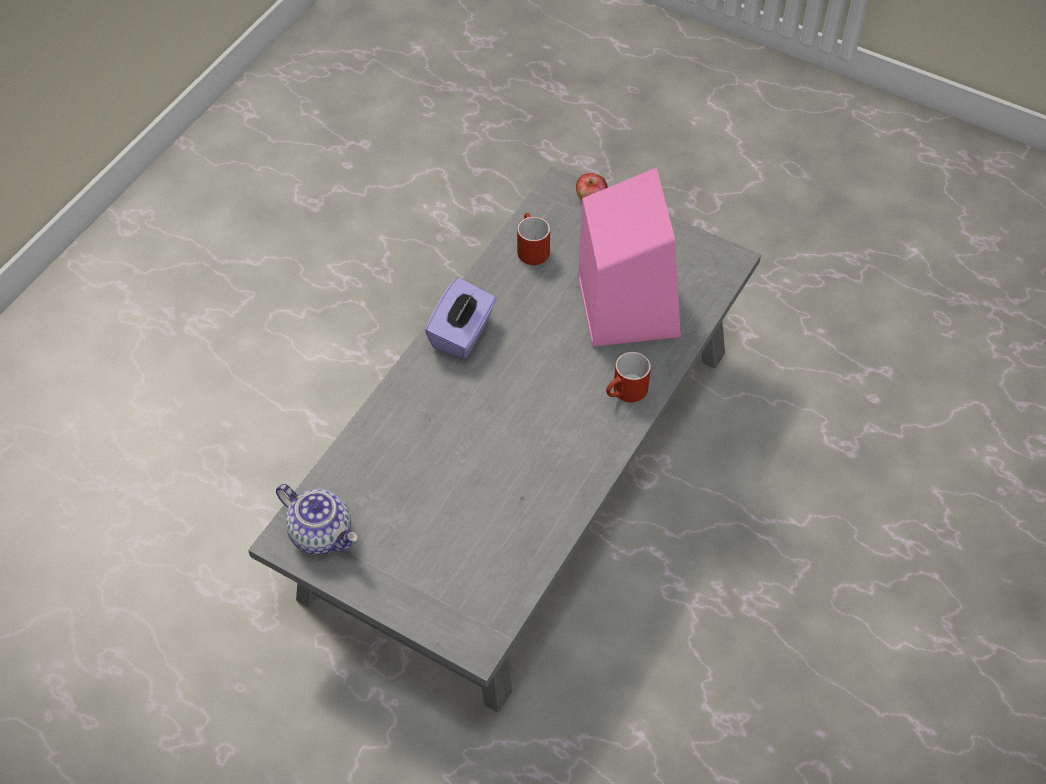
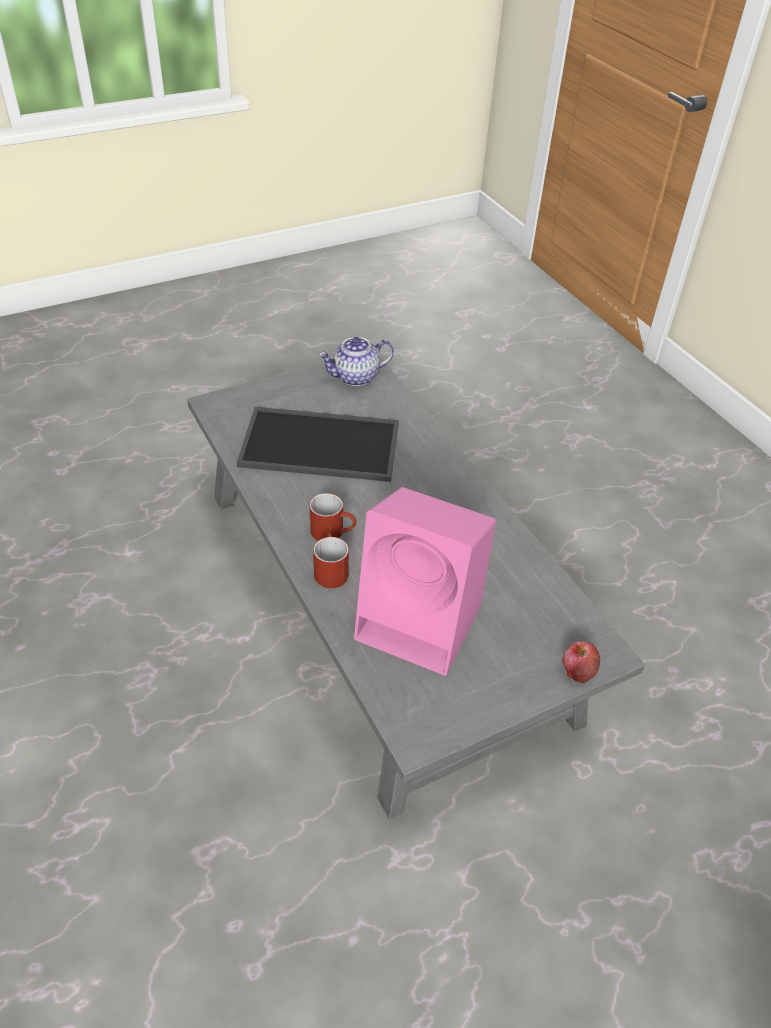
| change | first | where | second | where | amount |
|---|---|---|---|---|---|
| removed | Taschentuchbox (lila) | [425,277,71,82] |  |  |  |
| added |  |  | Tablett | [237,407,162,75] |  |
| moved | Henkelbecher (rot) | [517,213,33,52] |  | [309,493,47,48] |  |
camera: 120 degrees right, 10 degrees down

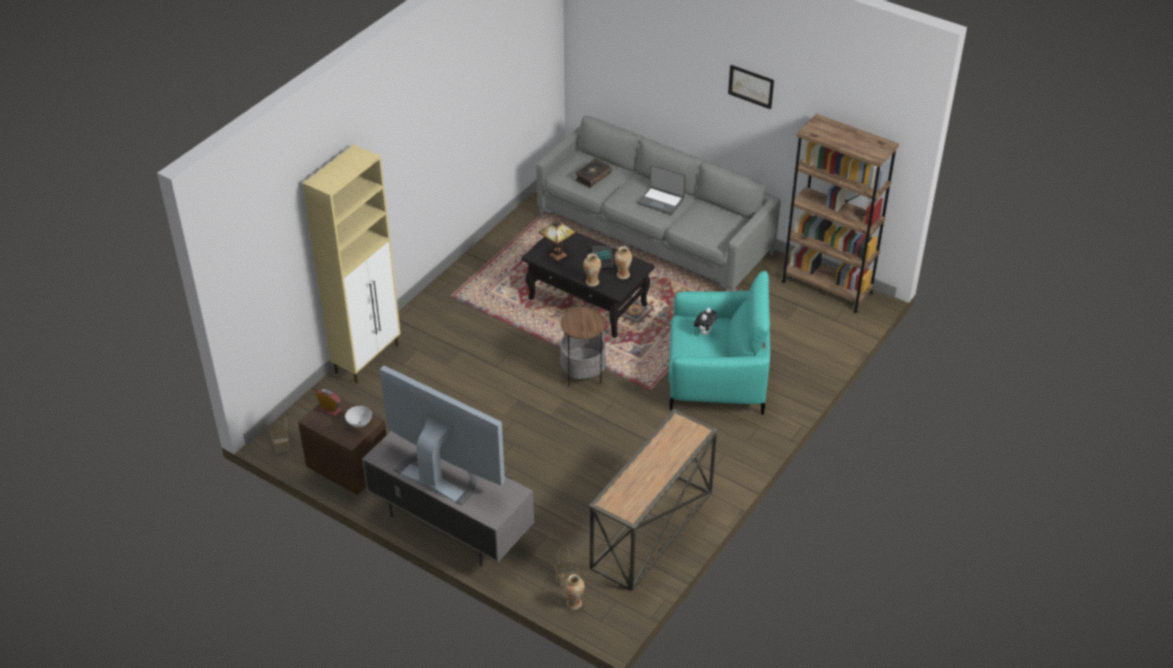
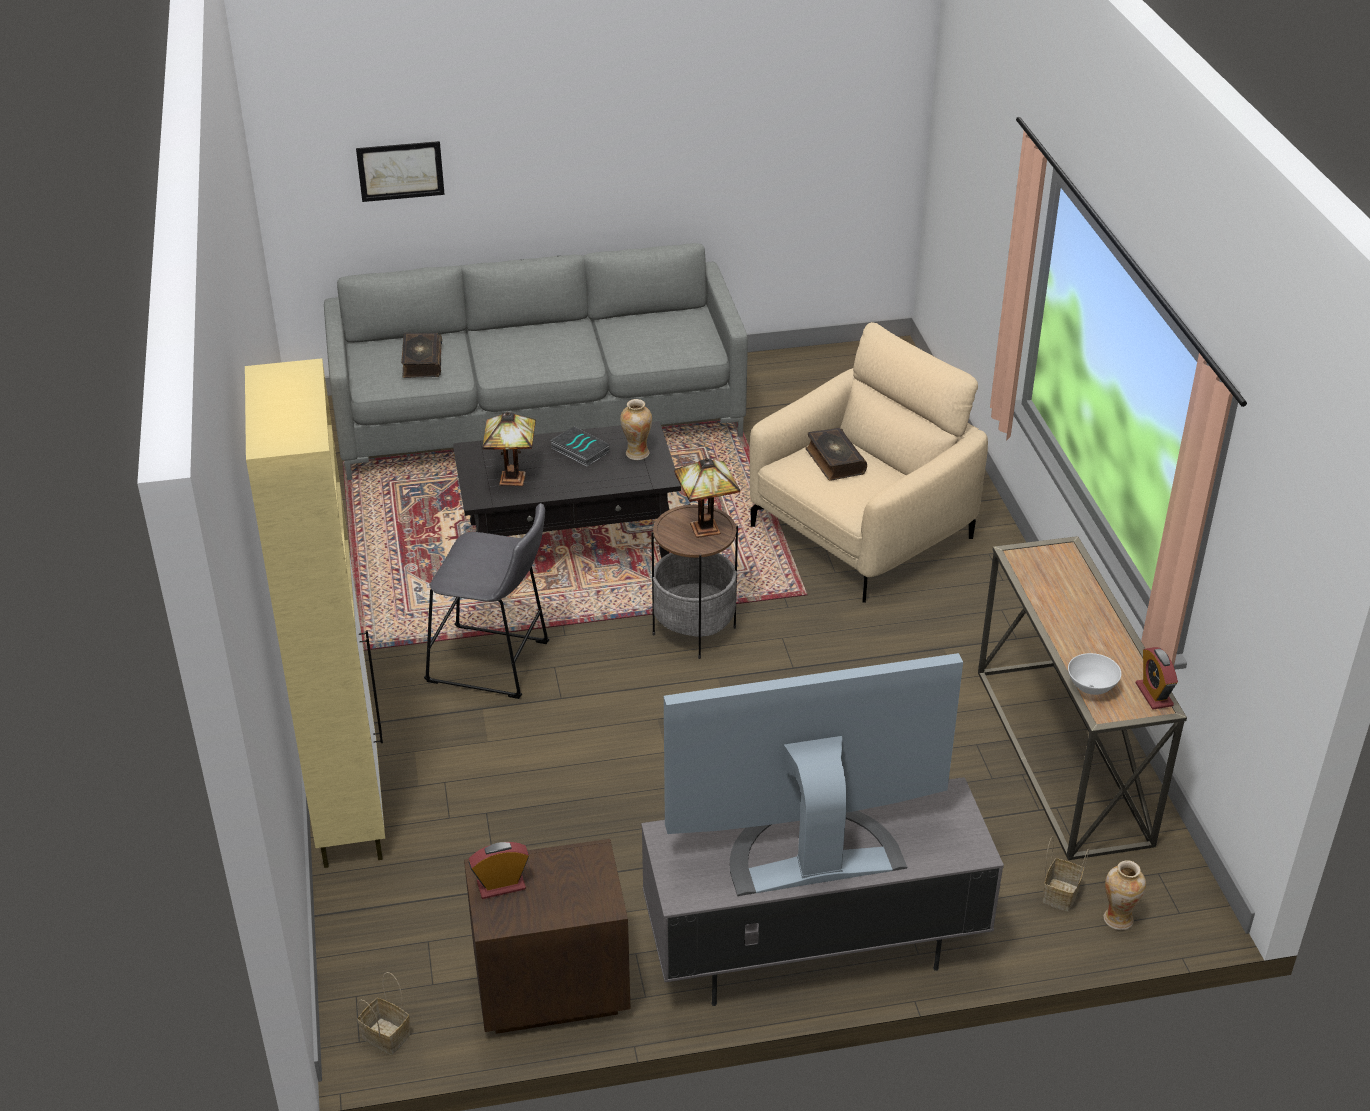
| change | first | where | second | where | amount |
|---|---|---|---|---|---|
| removed | Vase | [583,253,18,34] |  |  |  |
| removed | Laptop | [638,164,48,51] |  |  |  |
| removed | Bücherregal (braun) | [781,114,118,199] |  |  |  |
| added |  |  | Hocker (grau) | [424,503,125,196] |  |
| added |  |  | Tischlampe | [674,458,66,80] |  |
| added |  |  | Wecker | [1136,647,42,62] |  |
| moved | Schüssel (weiß) | [345,406,27,22] |  | [1068,653,53,42] |  |
| moved | Bild | [728,65,46,44] |  | [356,141,89,61] |  |
| replaced | Plüschtier | [694,308,23,27] | Buch | [806,428,61,53] |  |
| recoloured | Sessel (türkis) | [669,271,101,144] | Sessel (beige) | [750,322,238,281] |  |
camera: 45 degrees left, 5 degrees down

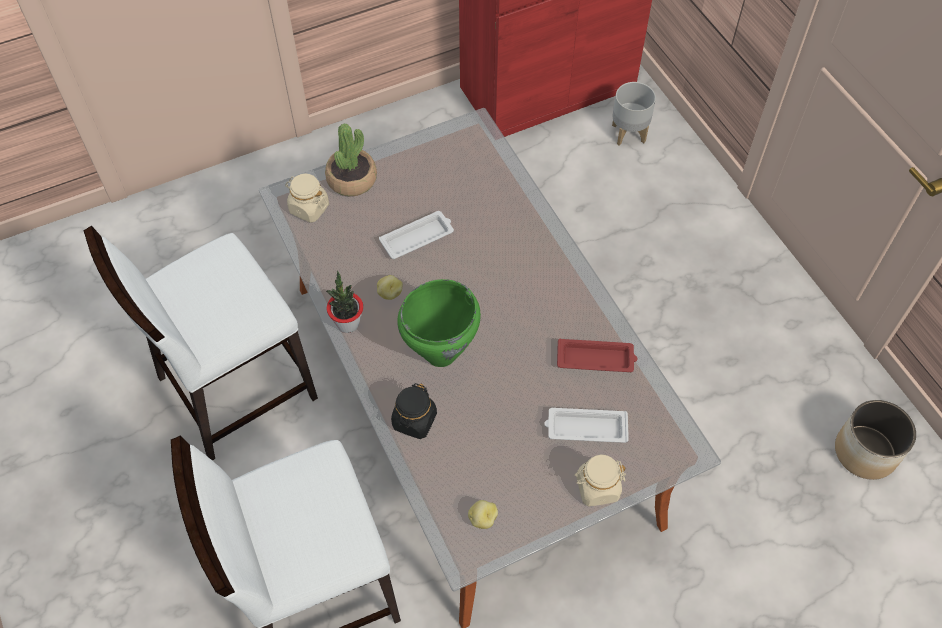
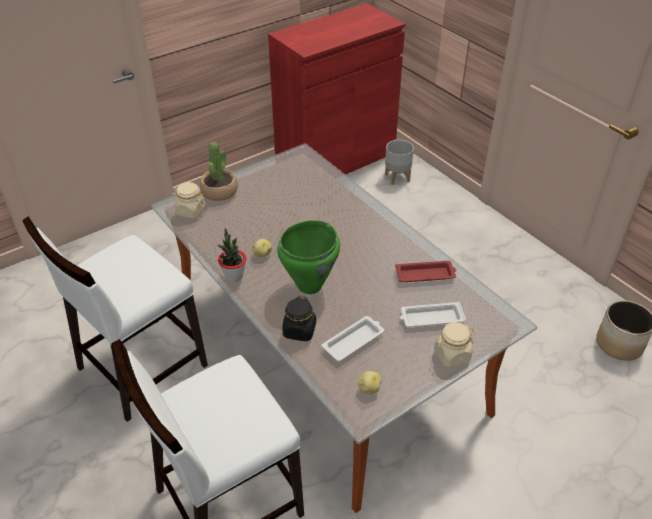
| change | first | where | second | where | amount |
|---|---|---|---|---|---|
| moved | Tablett (weiß) | [379,211,75,48] |  | [321,316,64,46] |  |
camera: 10 degrees left, 15 degrees down

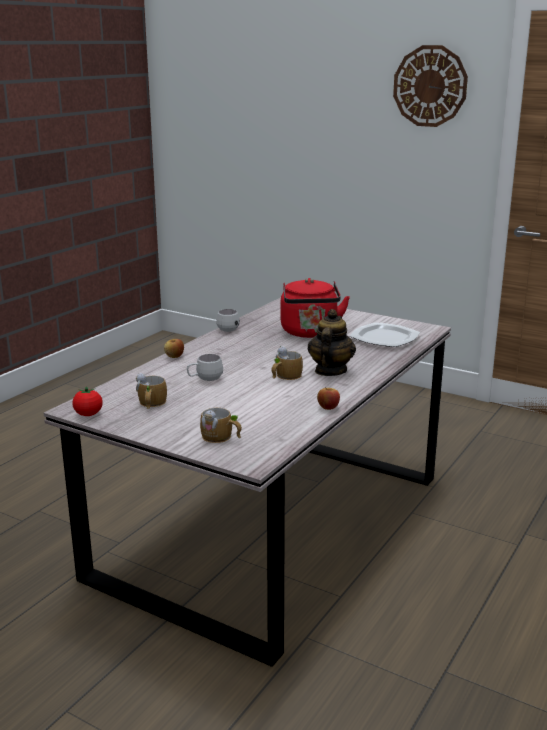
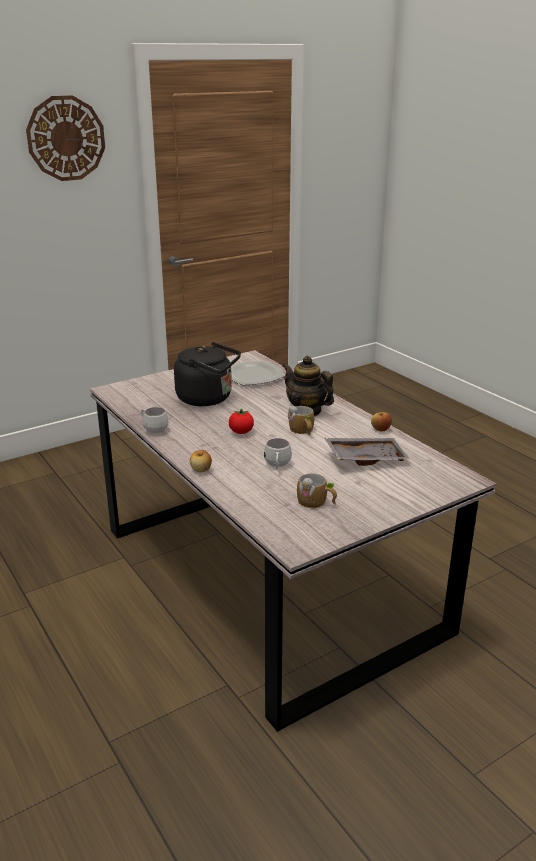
| change | first | where | second | where | amount |
|---|---|---|---|---|---|
| removed | Henkelbecher | [200,408,42,35] |  |  |  |
| added |  |  | Tablett (grau) | [325,438,86,28] |  |
| moved | Tomate | [72,386,31,30] |  | [229,408,25,26] |  |
| recoloured | Wasserkessel (rot) | [280,278,70,60] | Wasserkessel (schwarz) | [174,342,67,64] |  |
camera: 65 degrees left, 5 degrees up

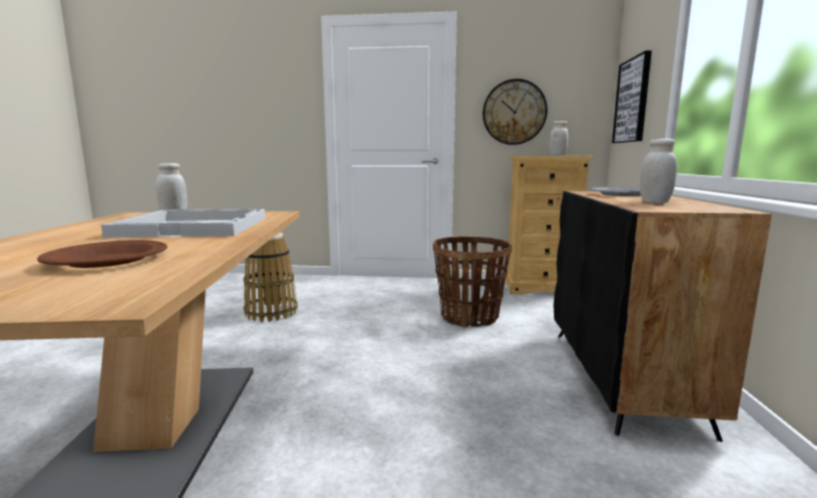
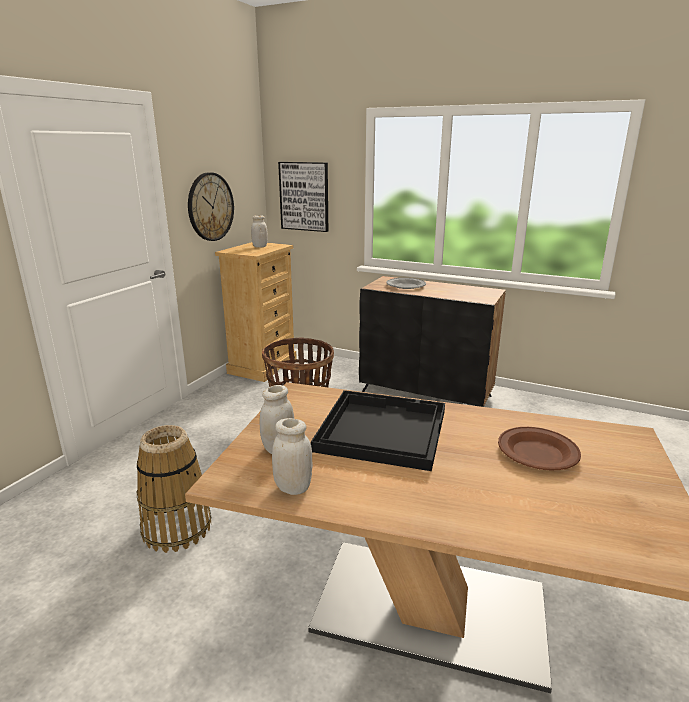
| change | first | where | second | where | amount |
|---|---|---|---|---|---|
| moved | Vorratsglas (weiß) | [640,139,37,64] |  | [272,418,41,77] |  |
| recoloured | Tablett (weiß) | [101,209,164,29] | Tablett (schwarz) | [311,390,134,81] |  |
camera: 70 degrees left, 10 degrees up

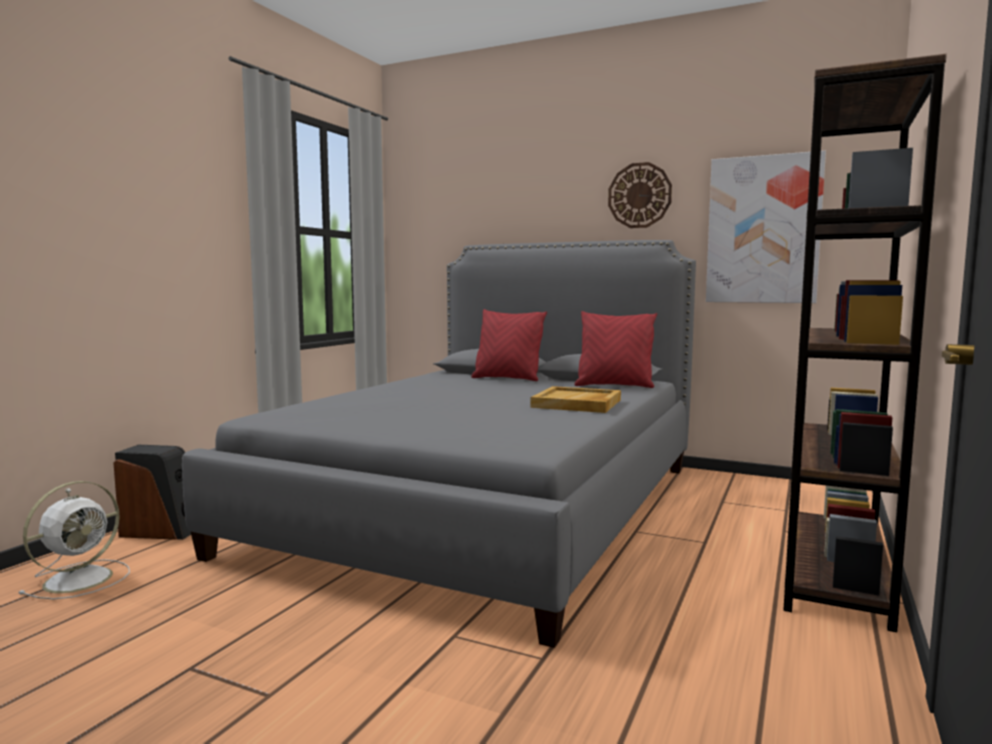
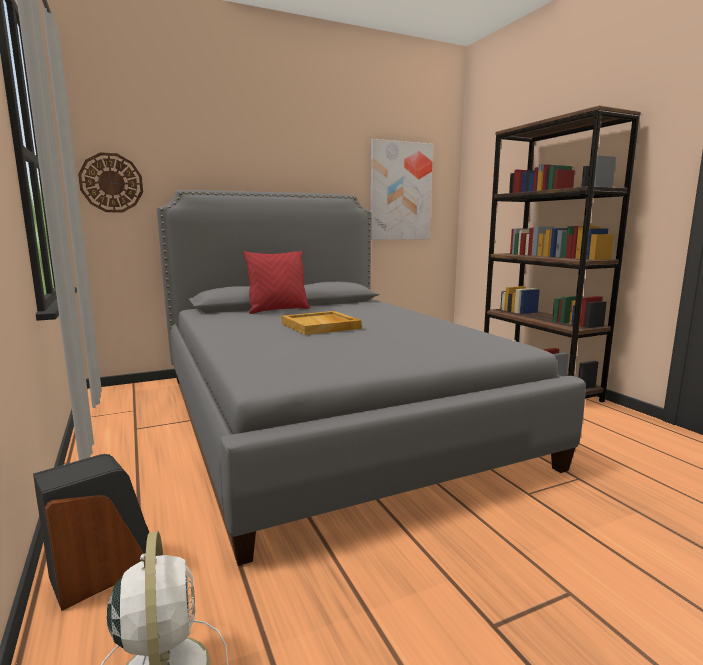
| change | first | where | second | where | amount |
|---|---|---|---|---|---|
| removed | Kissen (rot) | [574,311,83,77] |  |  |  |
| moved | Tablett (beige) | [530,386,91,27] |  | [281,311,81,24] |  |
| moved | Wanduhr | [608,162,64,66] |  | [78,152,65,60] |  |
camera: 50 degrees left, 5 degrees up

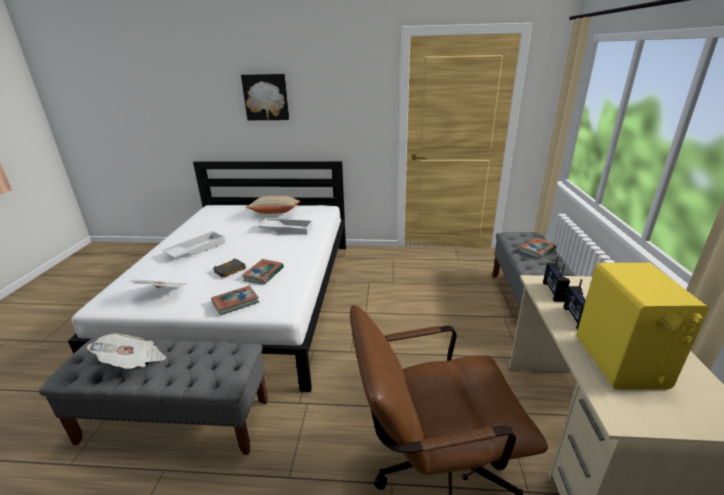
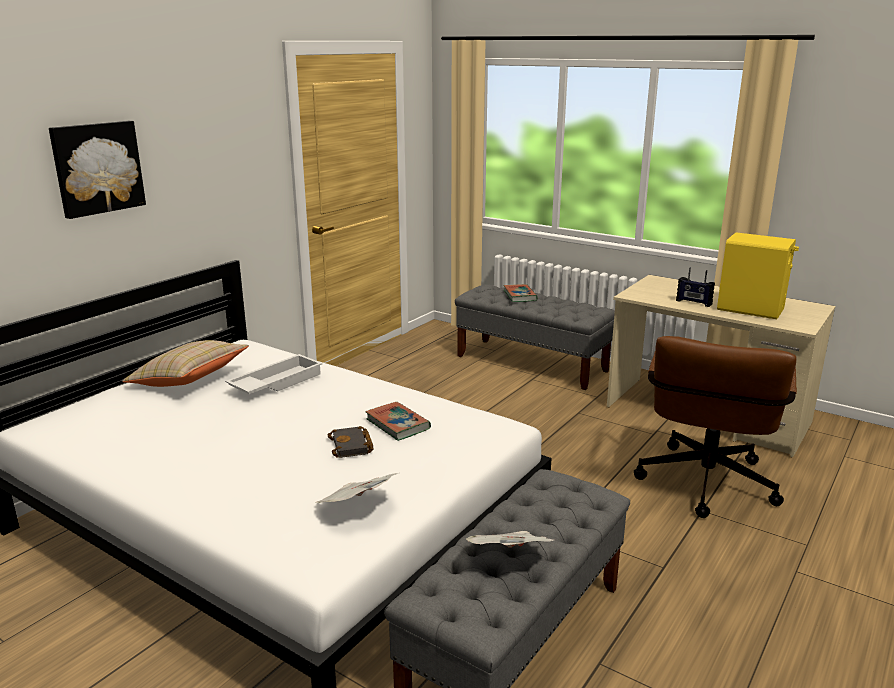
| change | first | where | second | where | amount |
|---|---|---|---|---|---|
| removed | Tablett (weiß) | [162,231,64,27] |  |  |  |
| removed | Buch | [211,286,48,29] |  |  |  |
| removed | Radio | [543,256,27,46] |  |  |  |
camera: 60 degrees left, 5 degrees down

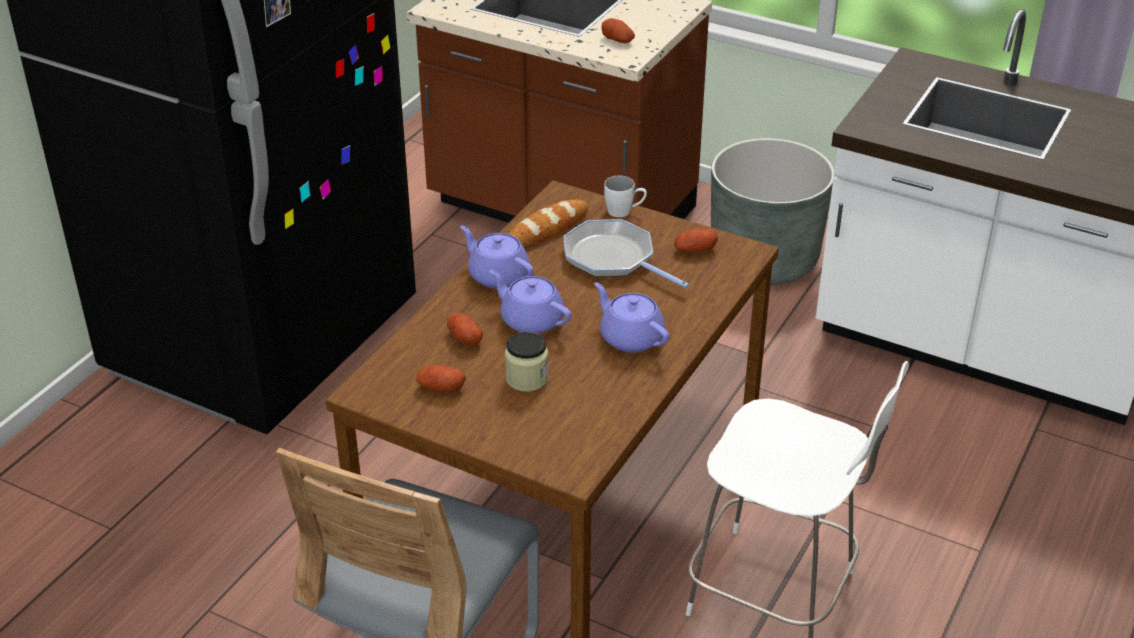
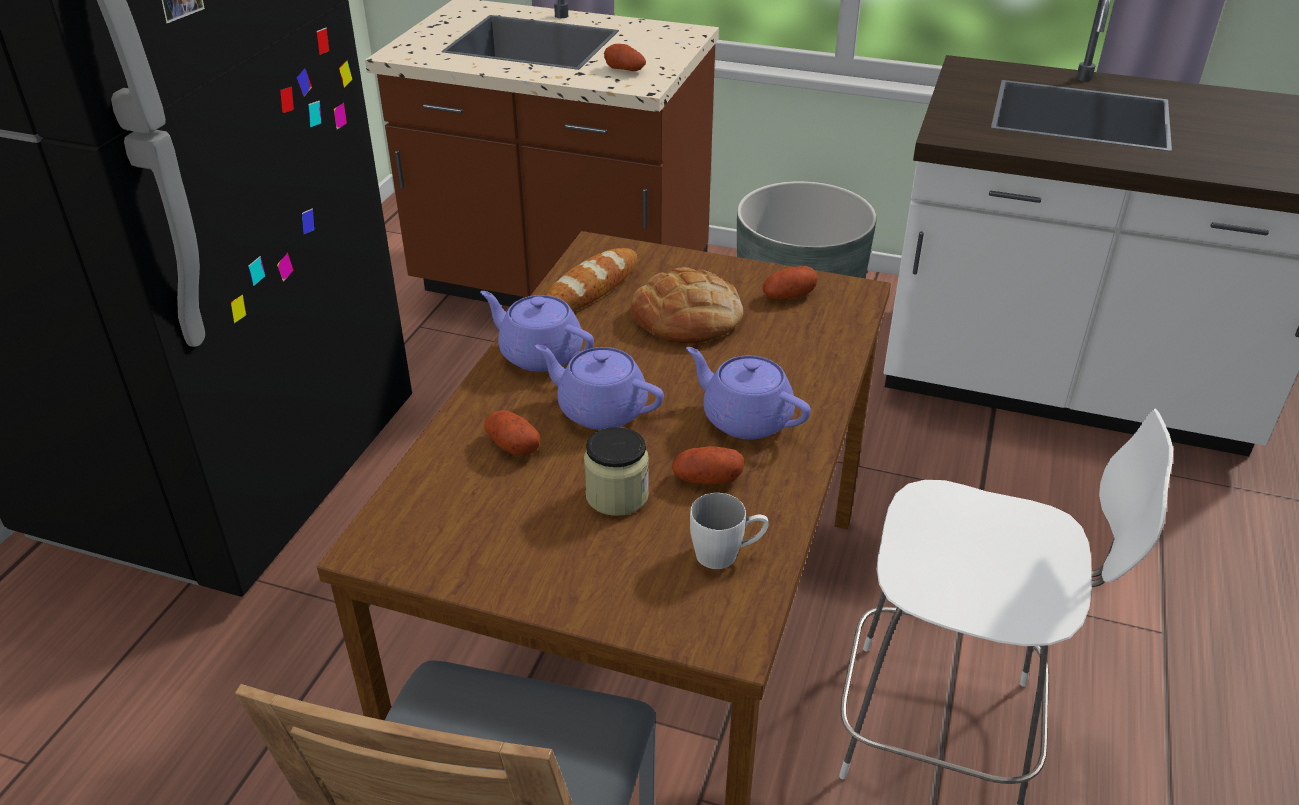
| change | first | where | second | where | amount |
|---|---|---|---|---|---|
| moved | Kartoffel | [416,365,50,27] |  | [672,446,72,39] |  |
| moved | Henkelbecher (weiß) | [604,175,43,42] |  | [690,493,79,76] |  |
| replaced | Pfanne | [564,219,125,69] | Brot | [631,267,112,77] |  |
camera: 10 degrees left, 0 degrees up

